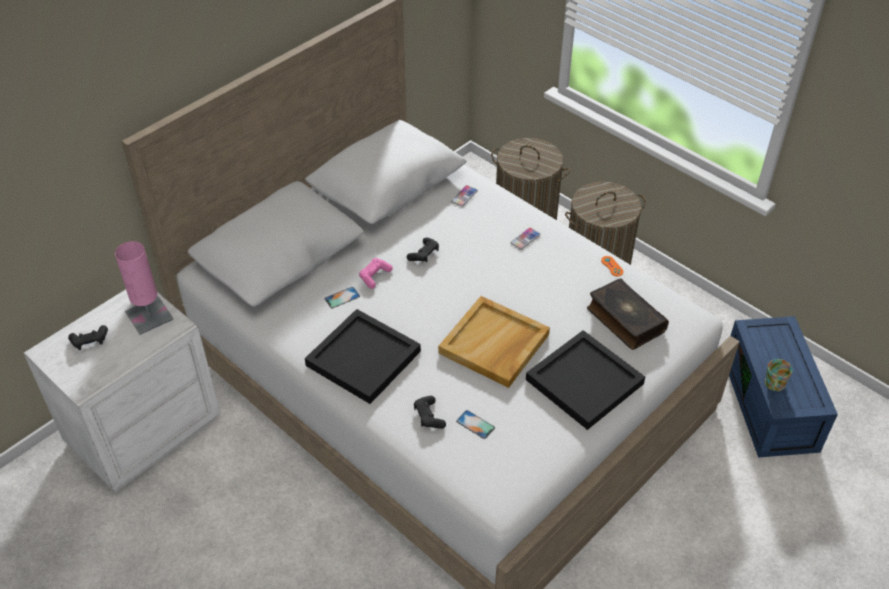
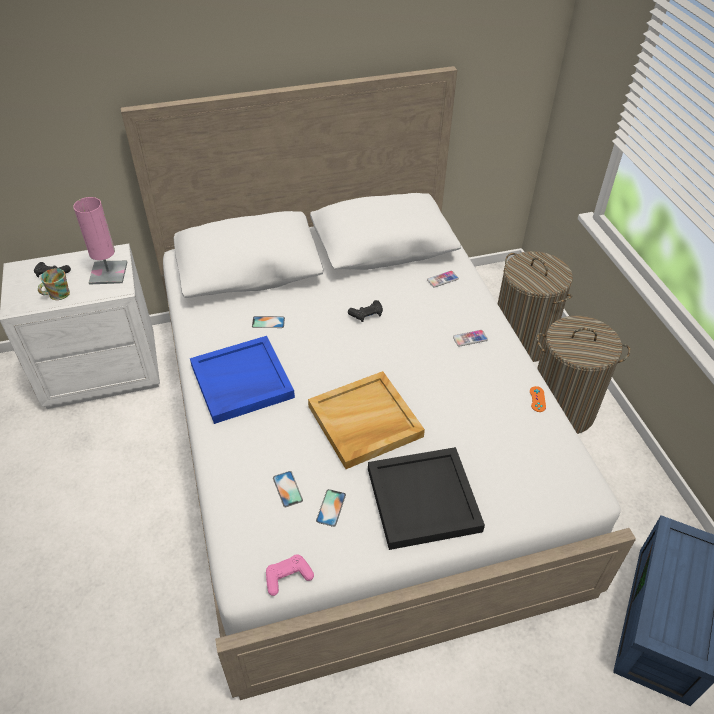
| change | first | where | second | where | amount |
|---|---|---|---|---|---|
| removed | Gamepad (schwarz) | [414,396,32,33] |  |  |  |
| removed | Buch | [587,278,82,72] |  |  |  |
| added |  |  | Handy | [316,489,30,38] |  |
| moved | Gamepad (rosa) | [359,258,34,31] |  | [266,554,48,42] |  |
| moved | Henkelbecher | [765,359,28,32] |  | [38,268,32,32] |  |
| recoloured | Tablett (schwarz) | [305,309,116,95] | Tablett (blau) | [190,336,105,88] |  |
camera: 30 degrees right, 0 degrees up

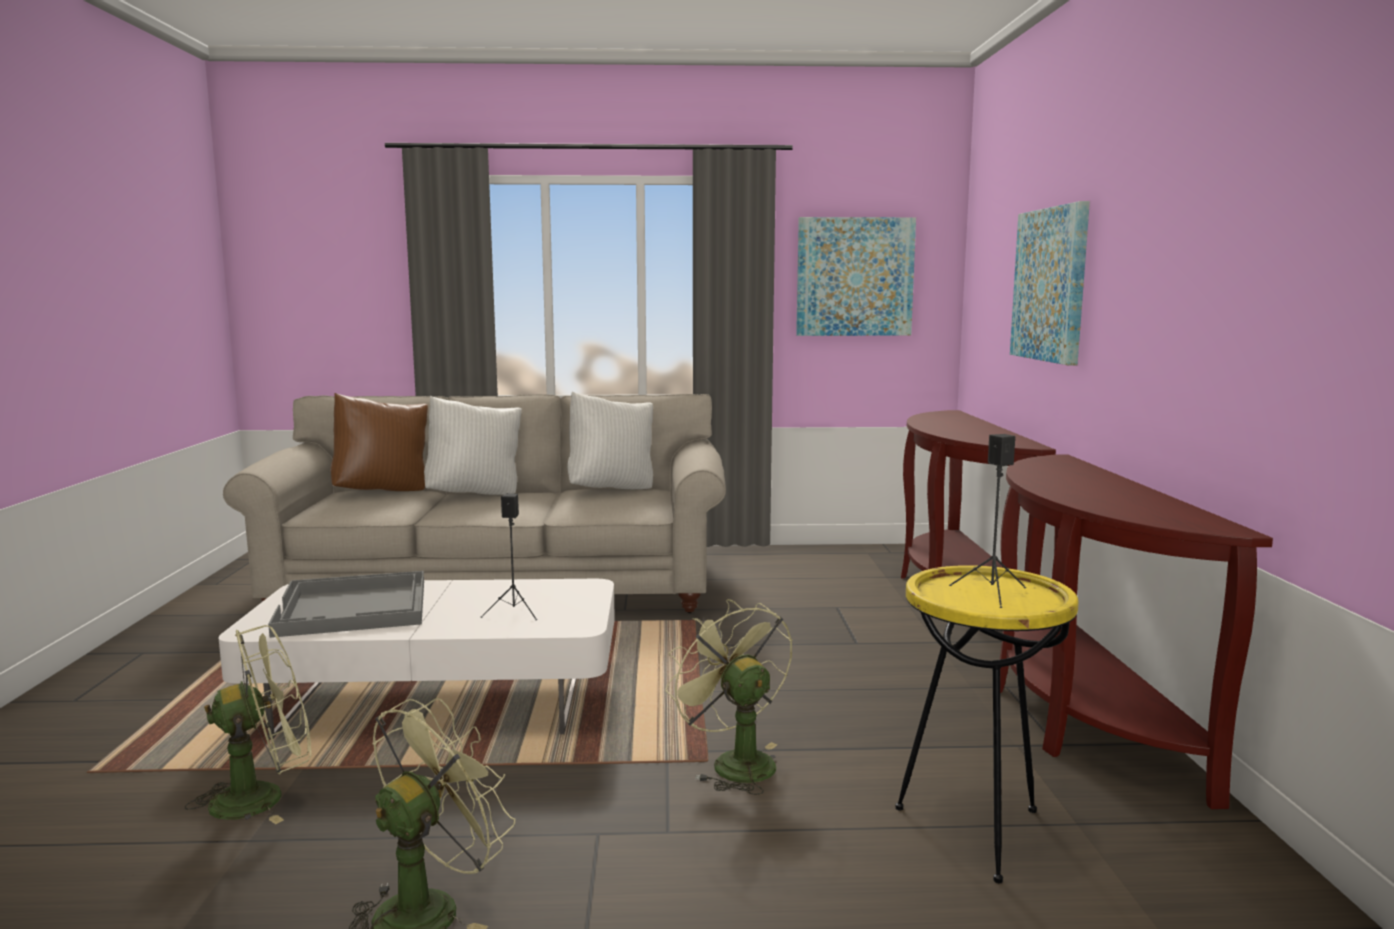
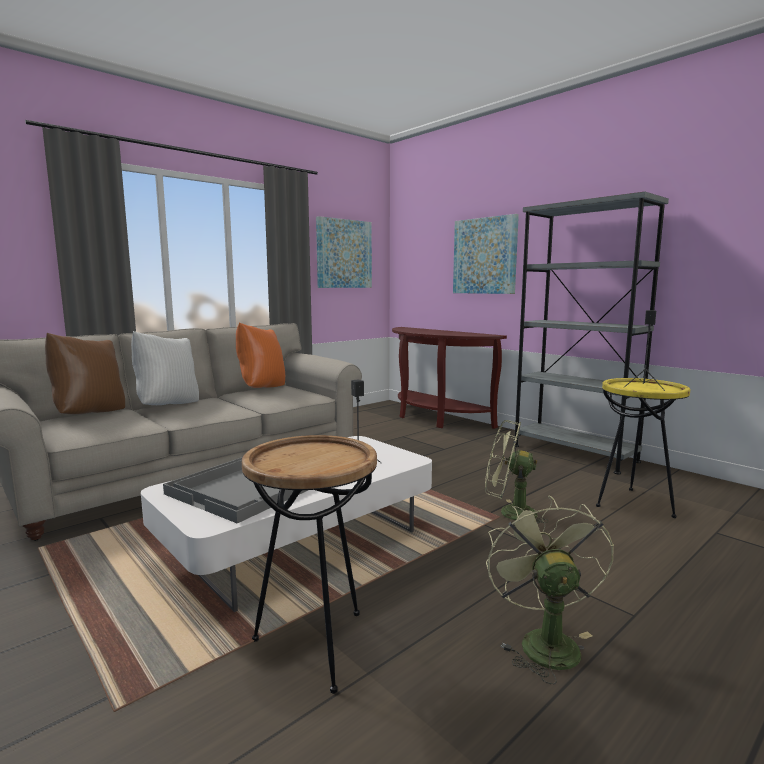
| change | first | where | second | where | amount |
|---|---|---|---|---|---|
| replaced | Ventilator (grün) | [185,625,126,199] | Beistelltisch (braun) | [242,435,135,259] |  |
| replaced | Konsolentisch (braun) | [1000,454,273,355] | Bücherregal (grau) | [515,192,154,282] |  |
| recoloured | Kissen (weiß) | [567,391,86,98] | Kissen (orange) | [236,322,49,66] |  |
camera: 40 degrees left, 0 degrees up

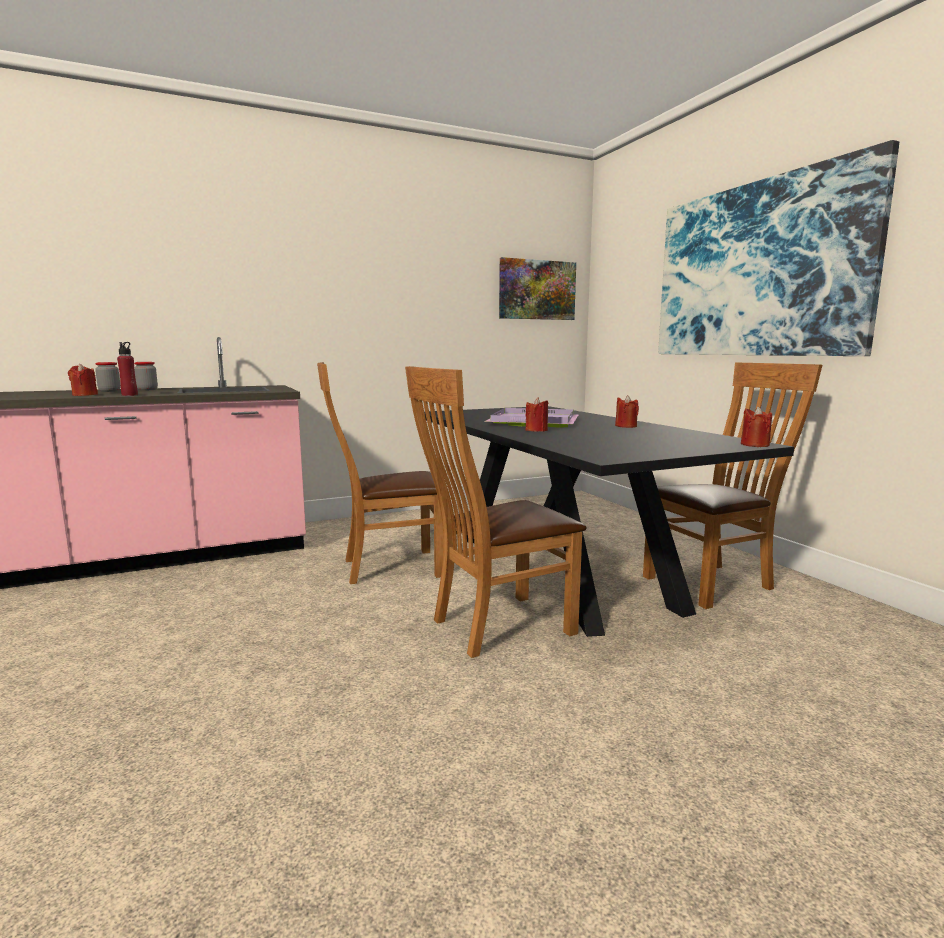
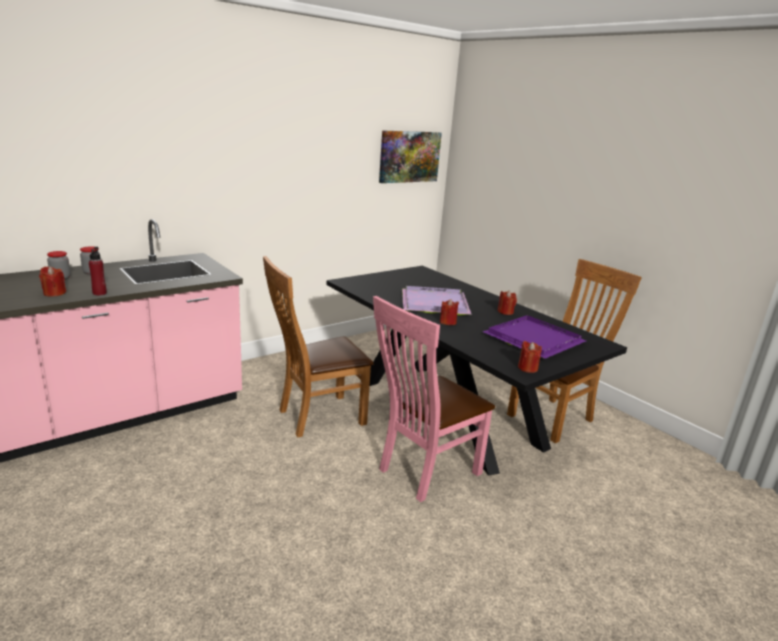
| change | first | where | second | where | amount |
|---|---|---|---|---|---|
| removed | Bild | [658,140,241,216] |  |  |  |
| added |  |  | Tablett (lila) | [483,315,103,44] |  |
| moved | Kerze (rot) | [741,406,31,41] |  | [518,341,24,32] |  |
| recoloured | Stuhl (braun) | [405,366,181,292] | Stuhl (rosa) | [373,296,122,206] |  |
camera: 15 degrees left, 10 degrees up

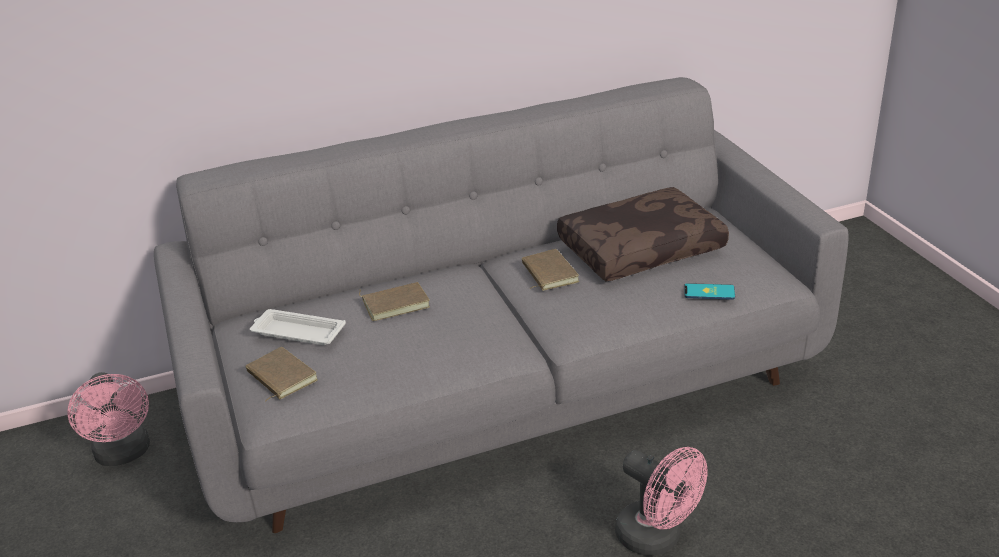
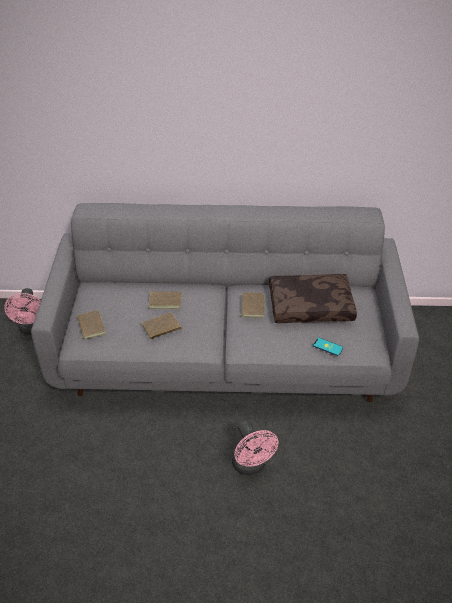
| change | first | where | second | where | amount |
|---|---|---|---|---|---|
| removed | Tablett (weiß) | [250,309,96,36] |  |  |  |
| added |  |  | Buch (braun) | [142,312,42,27] |  |
camera: 20 degrees right, 10 degrees up

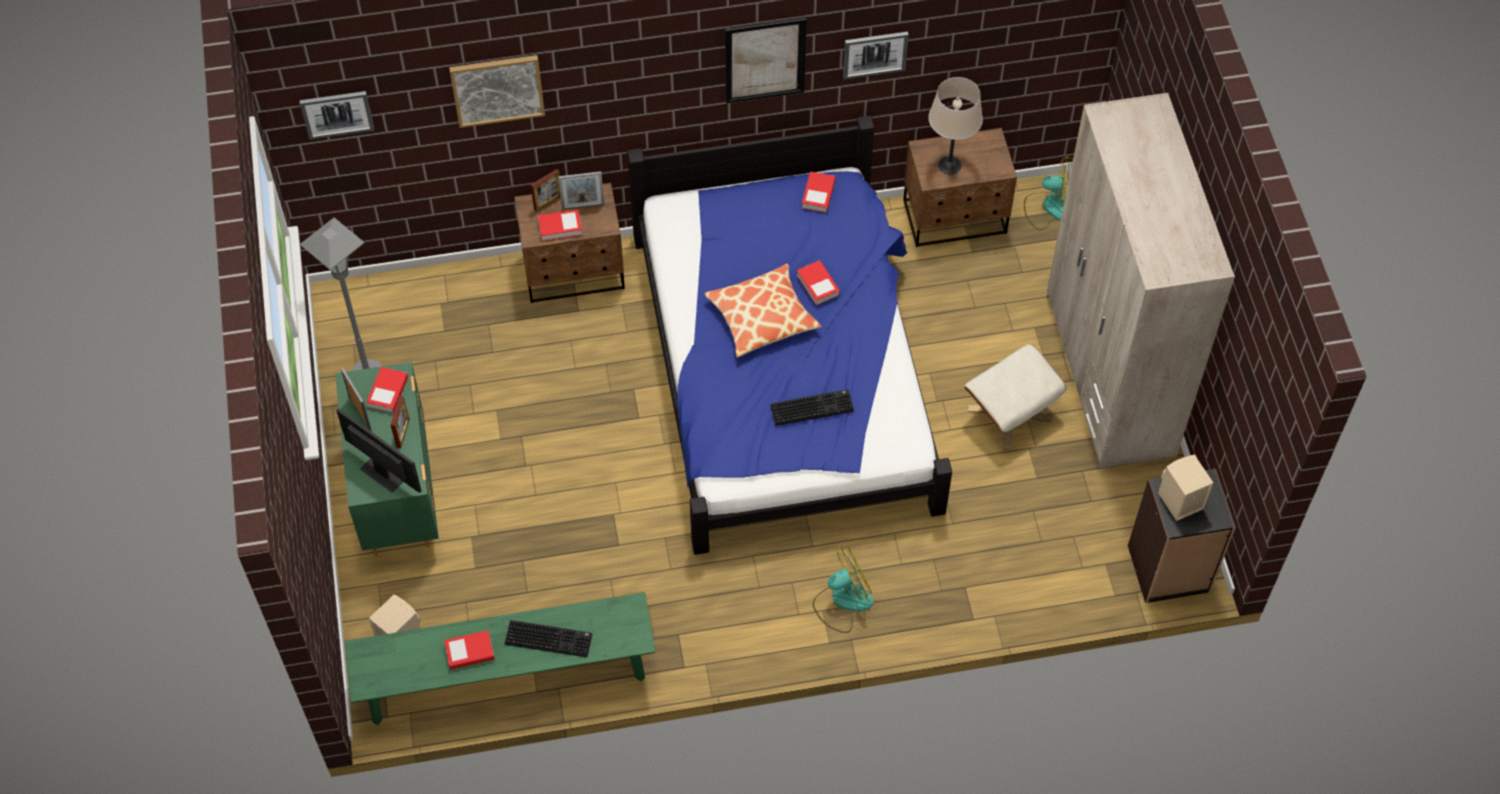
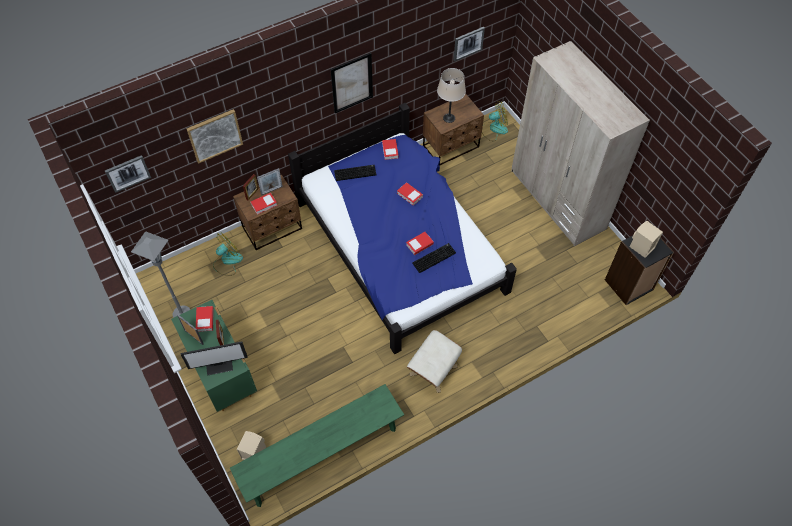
| change | first | where | second | where | amount |
|---|---|---|---|---|---|
| removed | Kissen | [704,264,117,93] |  |  |  |
| moved | Buch | [444,630,51,40] |  | [406,232,28,23] |  |
| moved | Tastatur | [505,620,87,37] |  | [334,165,42,16] |  |
| moved | Ventilator | [813,547,61,86] |  | [213,232,30,44] |  |
| moved | Bild | [843,31,66,49] |  | [454,27,31,34] |  |
| moved | Polsterhocker (beige) | [964,344,102,106] |  | [407,330,55,63] |  |
| turned | Monitor | [336,408,86,85] |  | [180,341,68,35] | 150 degrees clockwise |
camera: 20 degrees left, 0 degrees up

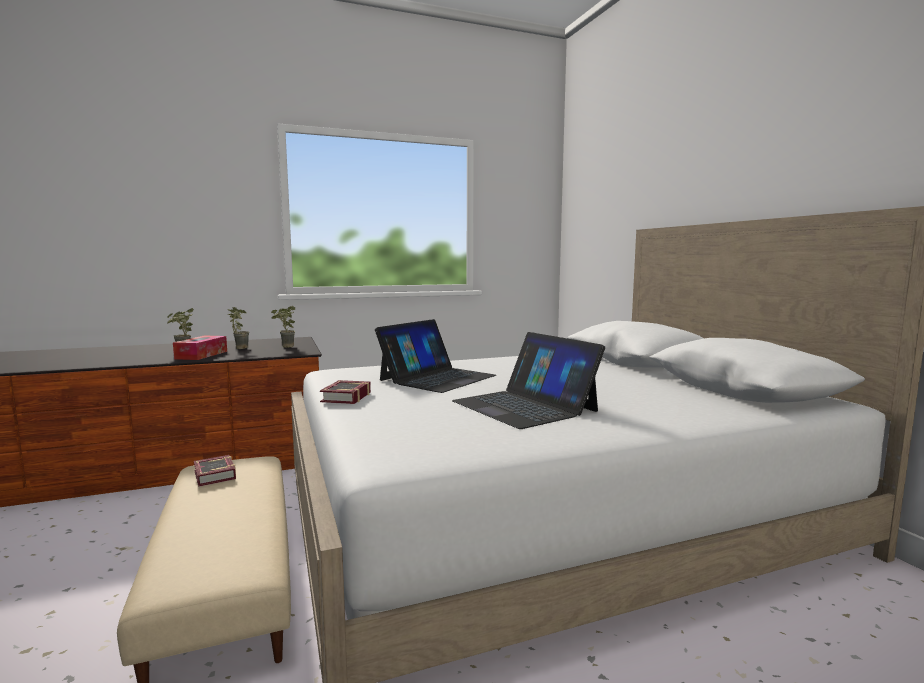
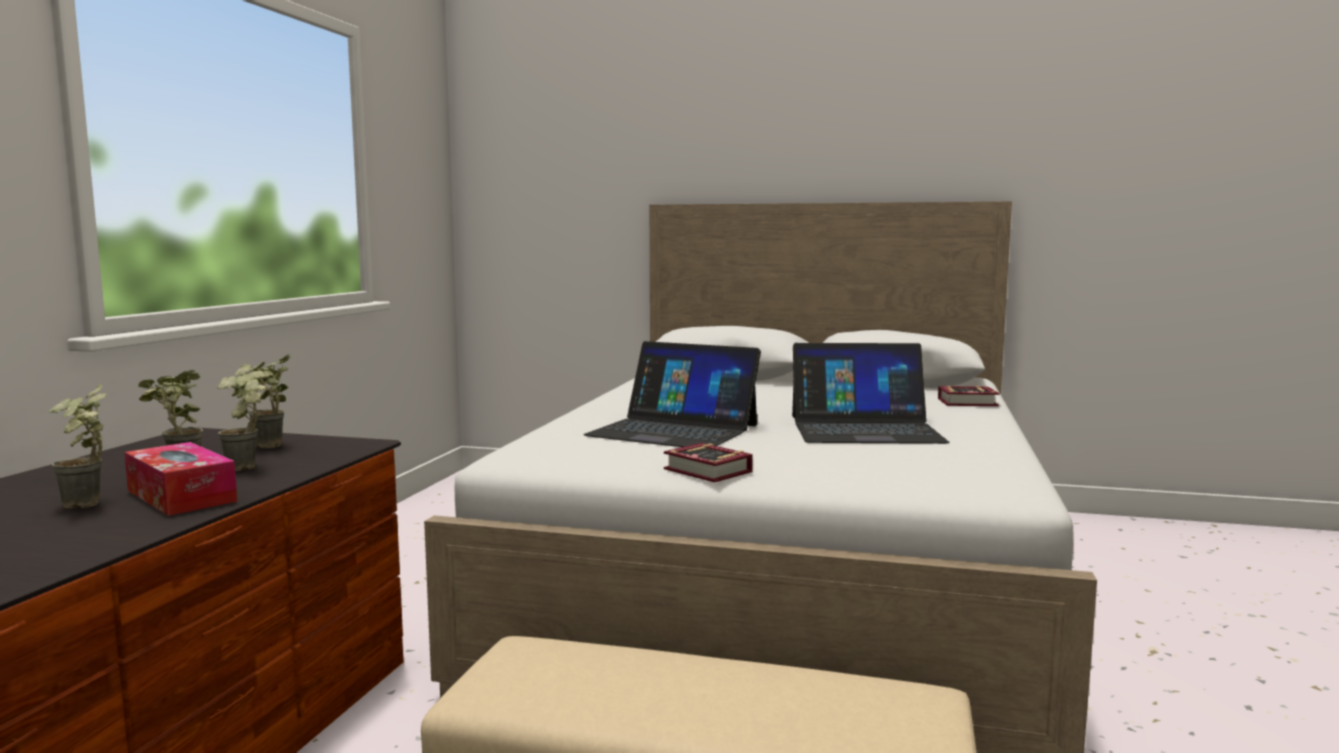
| change | first | where | second | where | amount |
|---|---|---|---|---|---|
| added |  |  | Topfpflanze | [217,364,49,107] |  |
| moved | Buch | [194,455,42,32] |  | [938,386,62,20] |  |
| turned | Laptop | [375,319,121,74] |  | [583,341,178,106] | 135 degrees clockwise |
camera: 55 degrees left, 0 degrees up

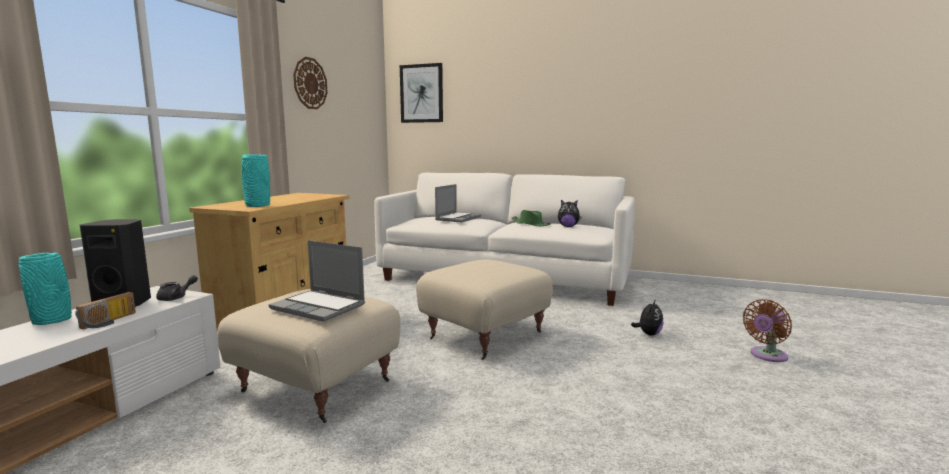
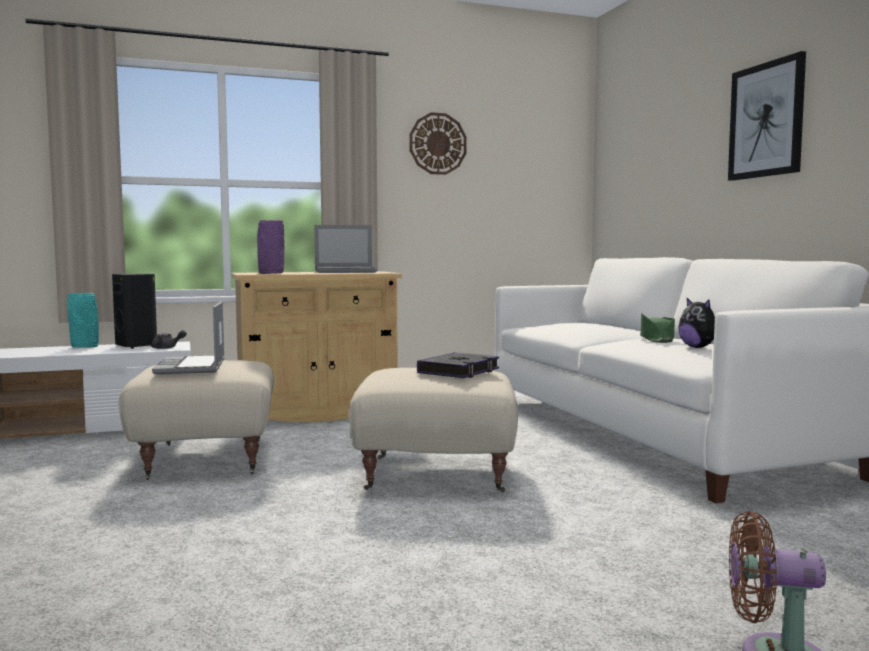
| change | first | where | second | where | amount |
|---|---|---|---|---|---|
| removed | Radio | [75,292,61,37] |  |  |  |
| removed | Plüschtier | [631,299,32,37] |  |  |  |
| added |  |  | Buch | [417,352,82,26] |  |
| moved | Bild | [400,63,43,60] |  | [728,51,78,130] |  |
| moved | Laptop | [435,184,46,38] |  | [314,225,63,48] |  |
| recoloured | Vase (türkis) | [242,154,28,53] | Vase (lila) | [257,220,27,54] |  |
camera: 50 degrees right, 5 degrees down

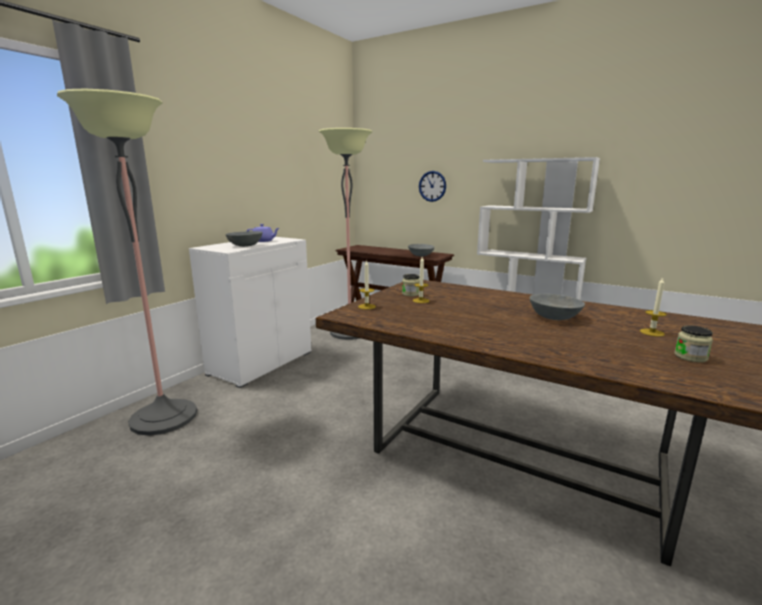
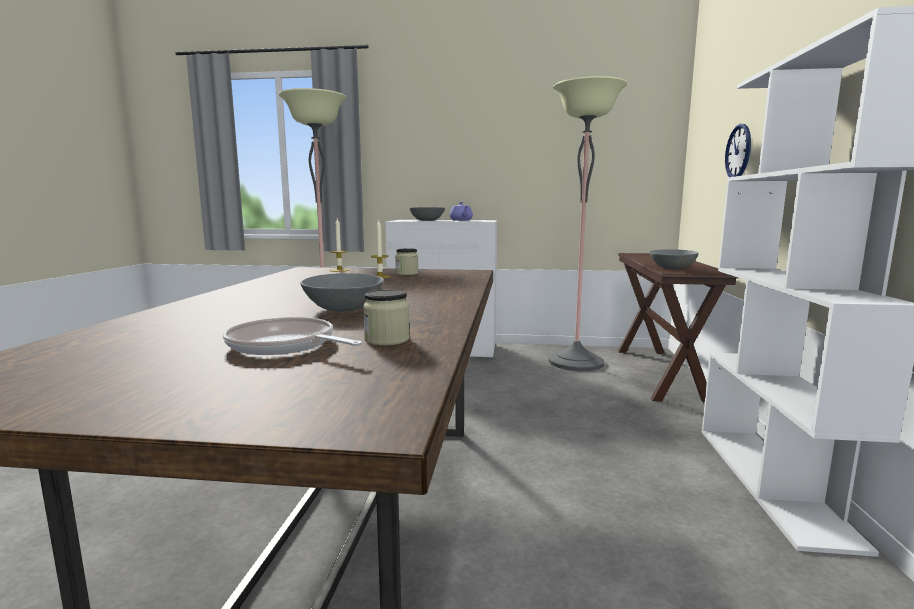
| change | first | where | second | where | amount |
|---|---|---|---|---|---|
| moved | Vorratsglas | [674,325,39,38] |  | [363,290,47,55] |  |
| replaced | Kerze | [640,277,27,60] | Pfanne | [223,317,139,38] |  |
camera: 65 degrees right, 5 degrees down

